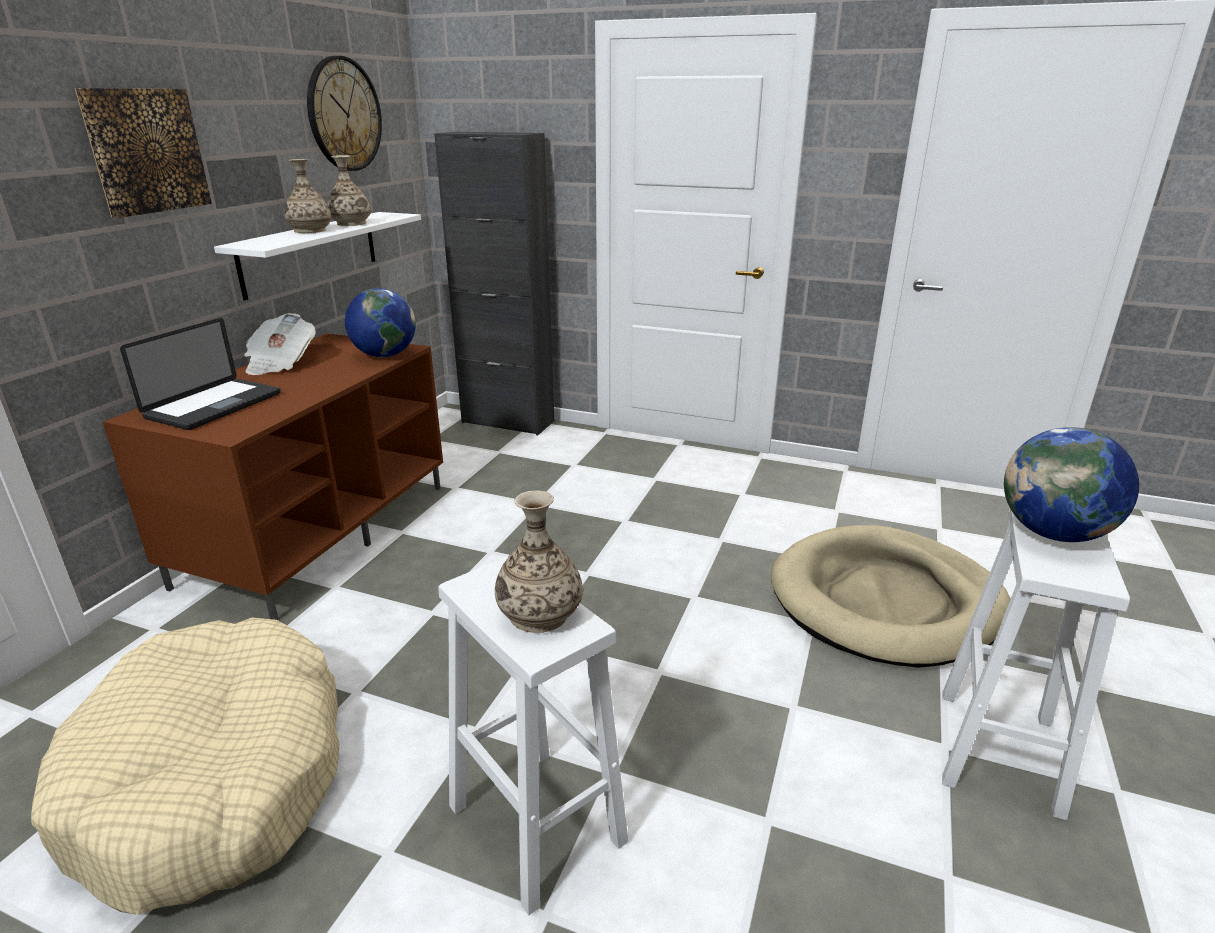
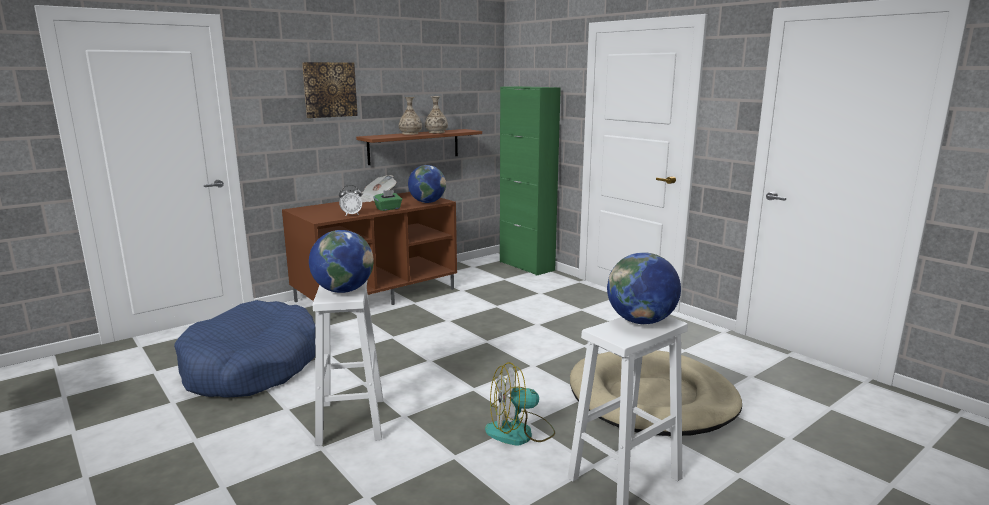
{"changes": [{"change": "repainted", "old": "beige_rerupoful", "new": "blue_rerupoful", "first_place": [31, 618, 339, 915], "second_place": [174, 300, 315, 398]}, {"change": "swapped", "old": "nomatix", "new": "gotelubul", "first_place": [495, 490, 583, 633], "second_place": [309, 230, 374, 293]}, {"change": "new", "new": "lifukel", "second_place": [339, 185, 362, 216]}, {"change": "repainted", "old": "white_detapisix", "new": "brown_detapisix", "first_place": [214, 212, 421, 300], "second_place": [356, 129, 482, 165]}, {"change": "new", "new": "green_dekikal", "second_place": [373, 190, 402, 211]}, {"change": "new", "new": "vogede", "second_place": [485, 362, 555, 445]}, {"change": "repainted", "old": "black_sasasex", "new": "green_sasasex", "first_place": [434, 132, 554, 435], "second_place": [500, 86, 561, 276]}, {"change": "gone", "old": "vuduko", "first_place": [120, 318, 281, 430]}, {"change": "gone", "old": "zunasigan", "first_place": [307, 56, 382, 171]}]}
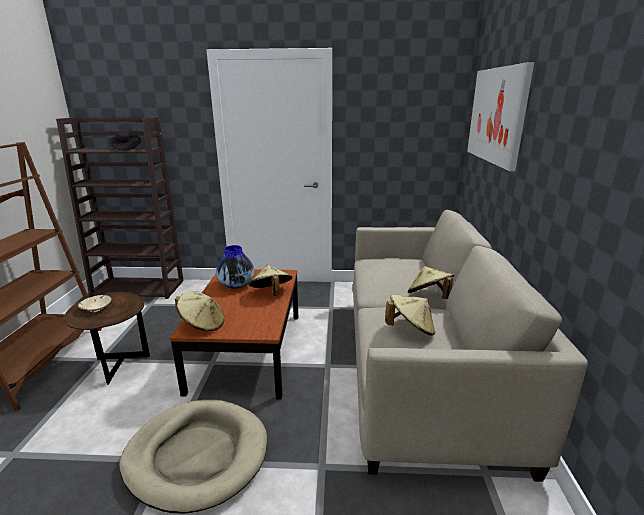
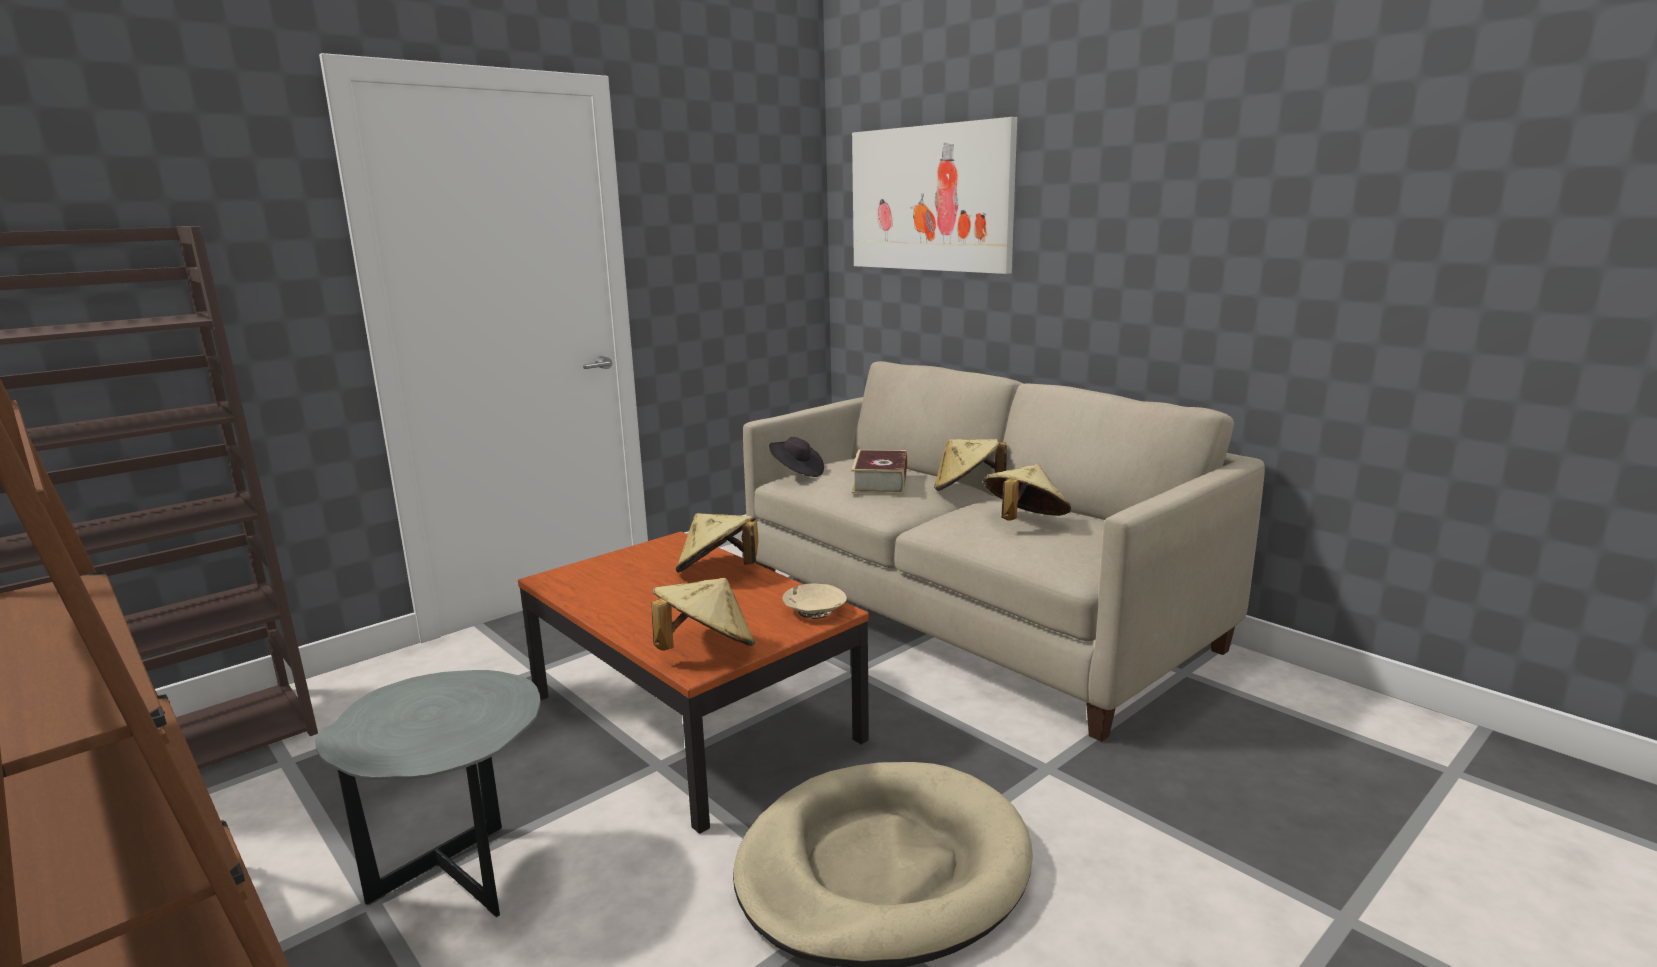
{"changes": [{"change": "repainted", "old": "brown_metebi", "new": "grey_metebi", "first_place": [63, 292, 150, 385], "second_place": [315, 670, 541, 918]}, {"change": "shifted", "old": "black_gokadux", "first_place": [110, 131, 141, 150], "second_place": [769, 437, 824, 477]}, {"change": "shifted", "old": "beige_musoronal", "first_place": [78, 295, 111, 312], "second_place": [782, 583, 847, 619]}, {"change": "new", "new": "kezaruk", "second_place": [852, 450, 907, 494]}, {"change": "gone", "old": "nomatix", "first_place": [216, 245, 255, 289]}]}
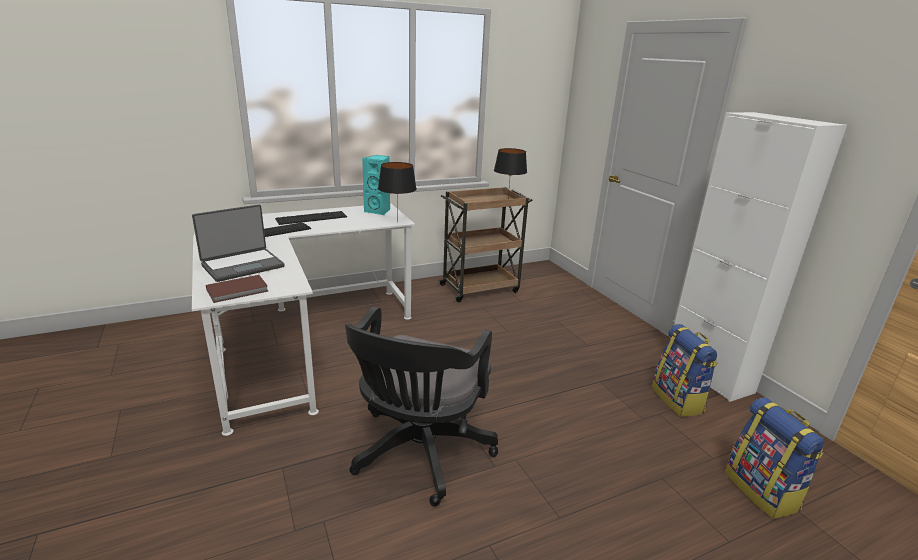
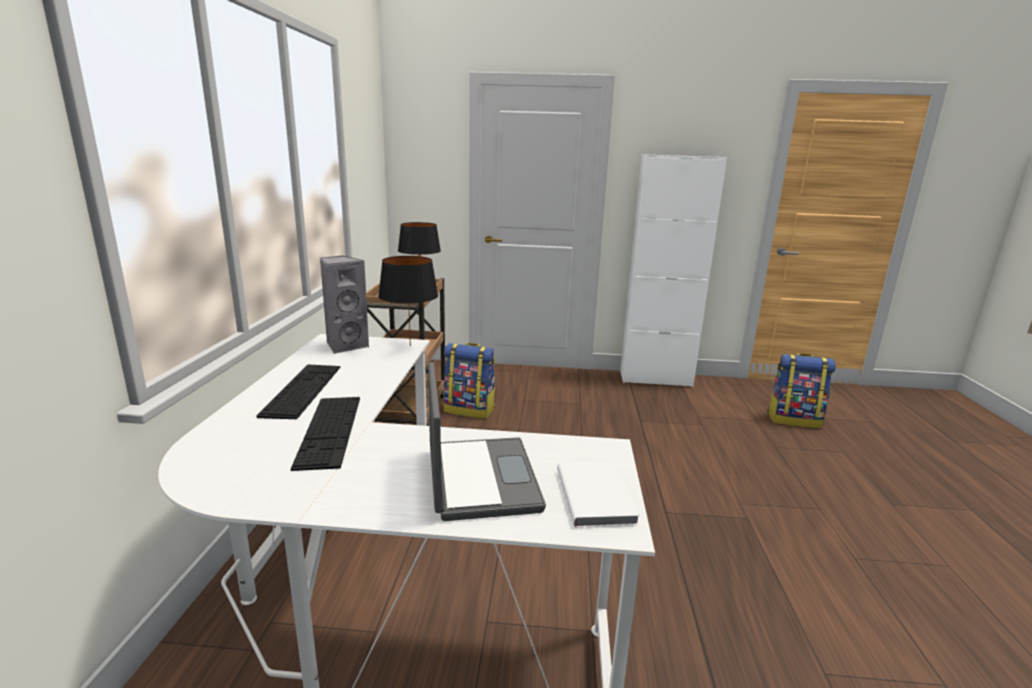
{"changes": [{"change": "repainted", "old": "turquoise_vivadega", "new": "grey_vivadega", "first_place": [362, 155, 390, 215], "second_place": [320, 255, 369, 354]}, {"change": "shifted", "old": "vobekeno", "first_place": [652, 324, 718, 417], "second_place": [443, 343, 495, 419]}, {"change": "repainted", "old": "brown_kezaruk", "new": "white_kezaruk", "first_place": [206, 275, 269, 303], "second_place": [557, 461, 640, 528]}, {"change": "gone", "old": "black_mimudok", "first_place": [345, 307, 498, 507]}]}
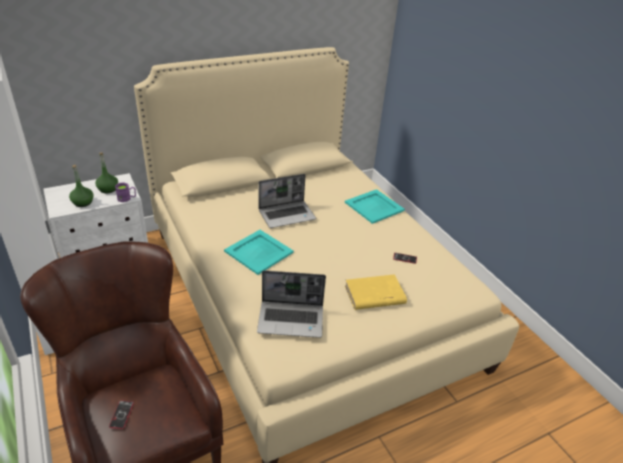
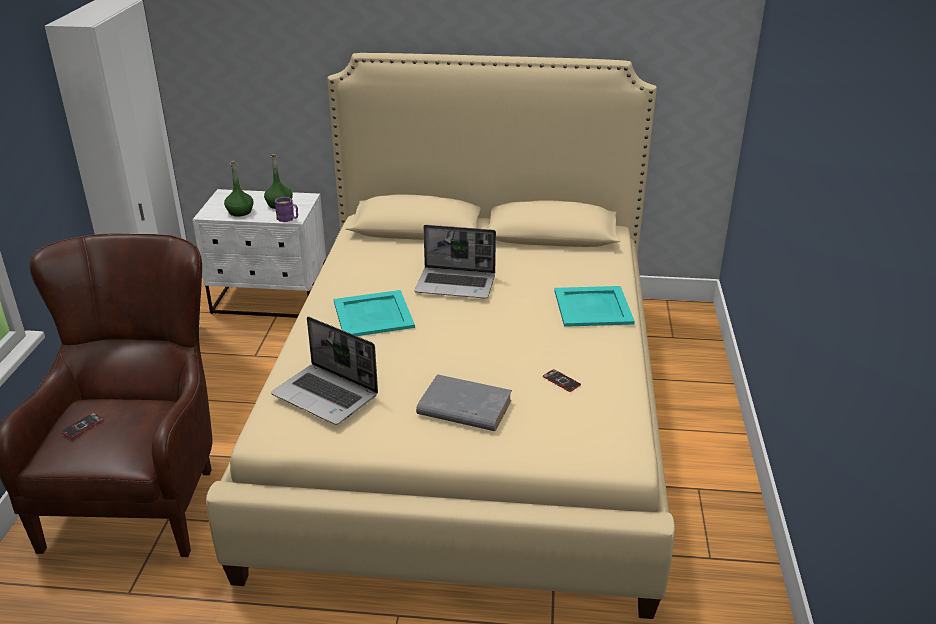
{"changes": [{"change": "repainted", "old": "yellow_kezaruk", "new": "grey_kezaruk", "first_place": [345, 274, 407, 310], "second_place": [416, 374, 512, 431]}]}
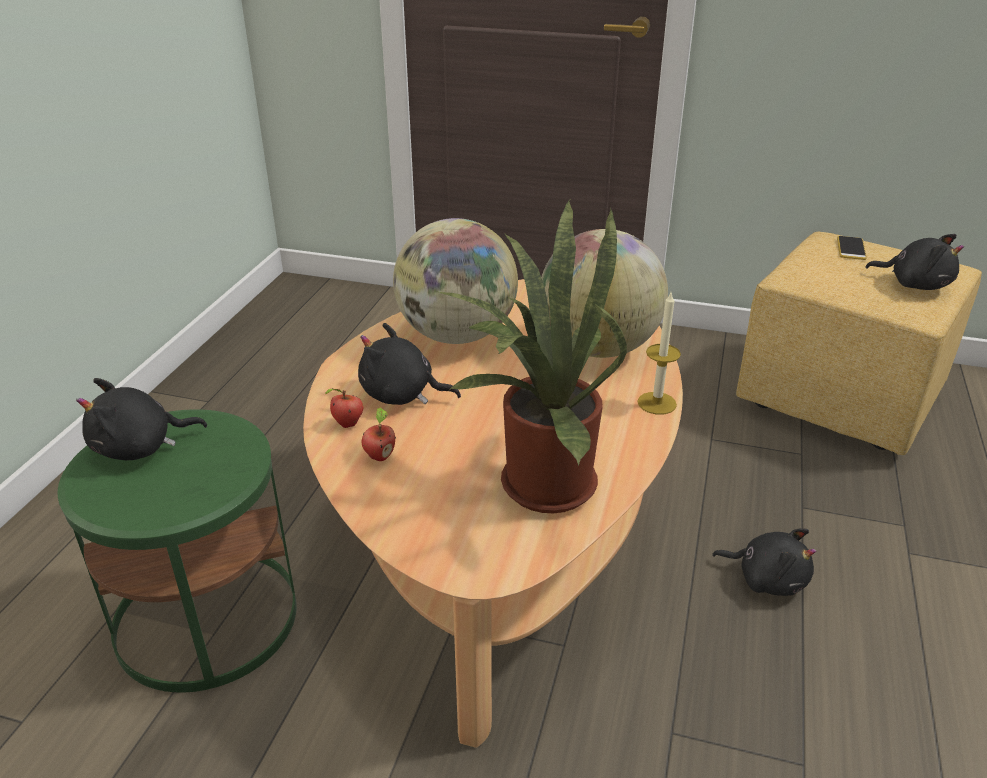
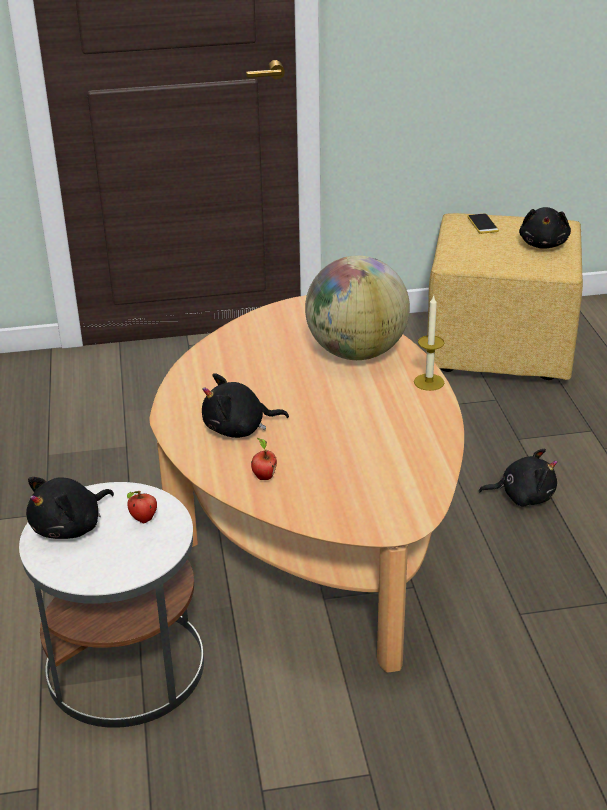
{"changes": [{"change": "repainted", "old": "green_metebi", "new": "white_metebi", "first_place": [58, 409, 297, 693], "second_place": [19, 482, 204, 728]}, {"change": "shifted", "old": "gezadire", "first_place": [325, 388, 363, 428], "second_place": [127, 491, 157, 523]}, {"change": "rotated", "old": "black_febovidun", "first_place": [865, 234, 964, 290], "second_place": [519, 207, 571, 249], "degrees": 90}, {"change": "gone", "old": "gotelubul", "first_place": [393, 218, 518, 344]}, {"change": "gone", "old": "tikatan", "first_place": [436, 200, 627, 513]}]}
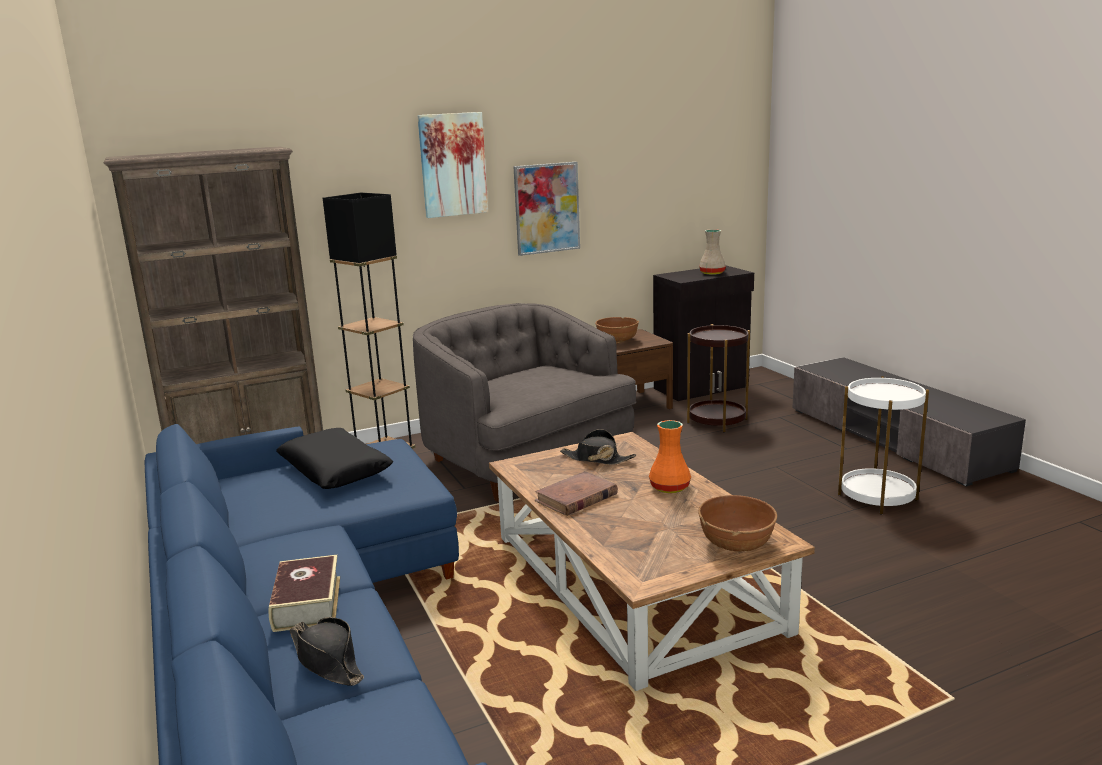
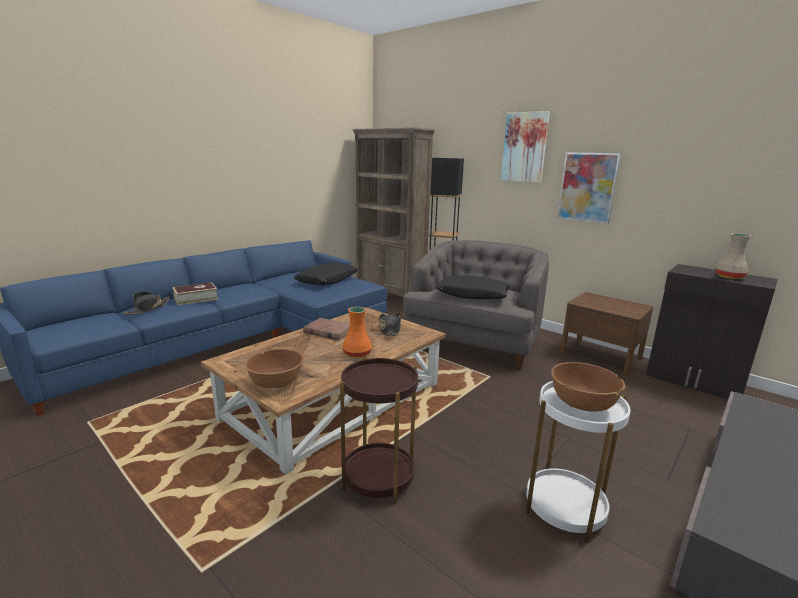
{"changes": [{"change": "shifted", "old": "brown_metebi", "first_place": [687, 324, 750, 432], "second_place": [340, 357, 418, 504]}, {"change": "new", "new": "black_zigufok", "second_place": [436, 275, 510, 299]}, {"change": "shifted", "old": "brown_musoronal", "first_place": [595, 317, 639, 344], "second_place": [551, 362, 625, 412]}]}
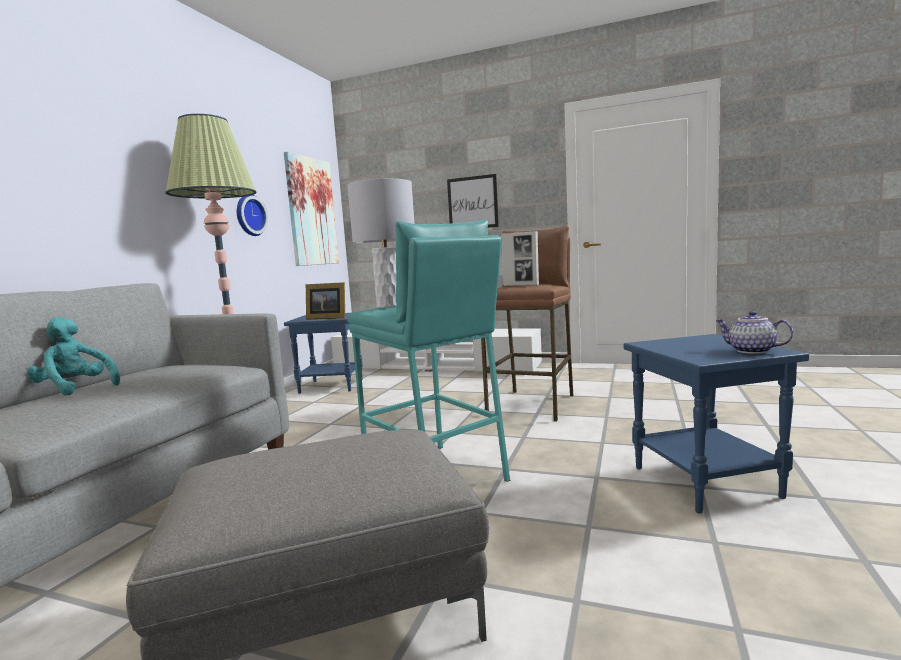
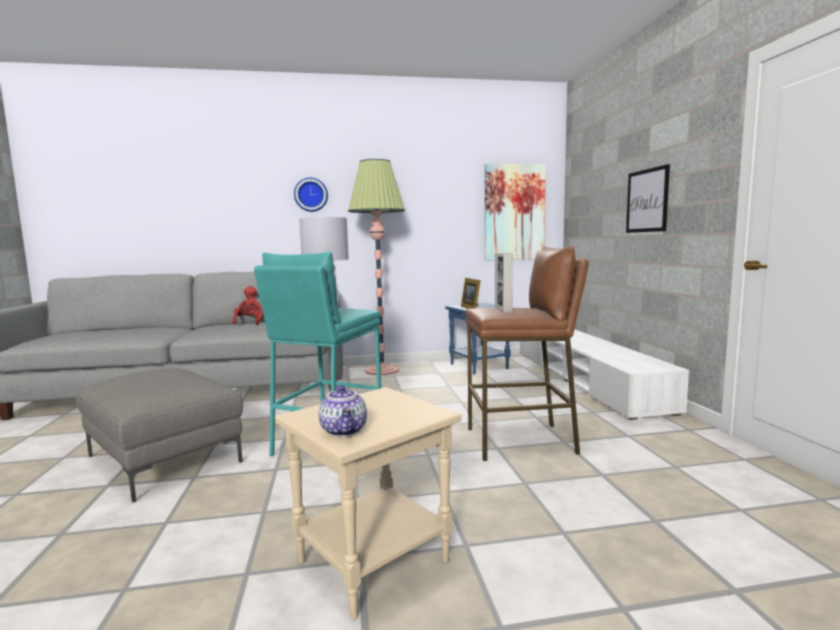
{"changes": [{"change": "repainted", "old": "turquoise_febovidun", "new": "red_febovidun", "first_place": [27, 317, 120, 395], "second_place": [232, 286, 263, 325]}, {"change": "repainted", "old": "blue_metebi", "new": "beige_metebi", "first_place": [623, 334, 809, 513], "second_place": [275, 387, 461, 620]}, {"change": "shifted", "old": "zunasigan", "first_place": [237, 195, 268, 236], "second_place": [294, 178, 328, 212]}, {"change": "rotated", "old": "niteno", "first_place": [715, 311, 793, 354], "second_place": [319, 385, 367, 437], "degrees": 150}]}
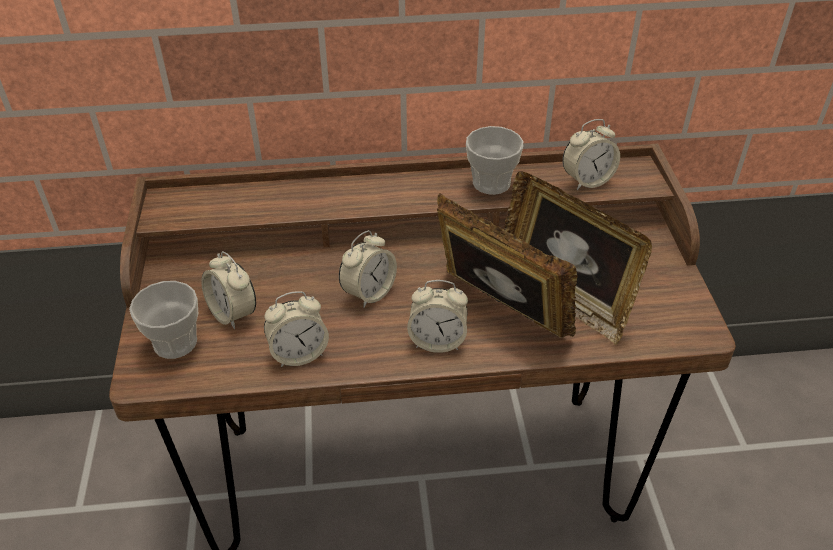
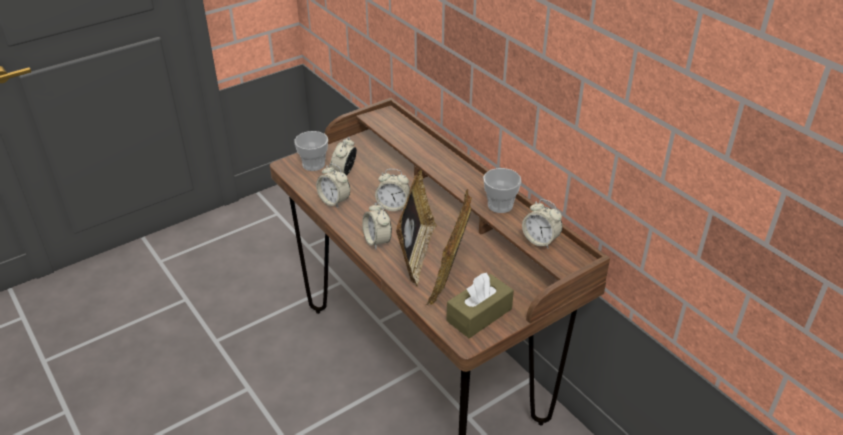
{"changes": [{"change": "new", "new": "brown_dekikal", "second_place": [446, 273, 514, 338]}]}
